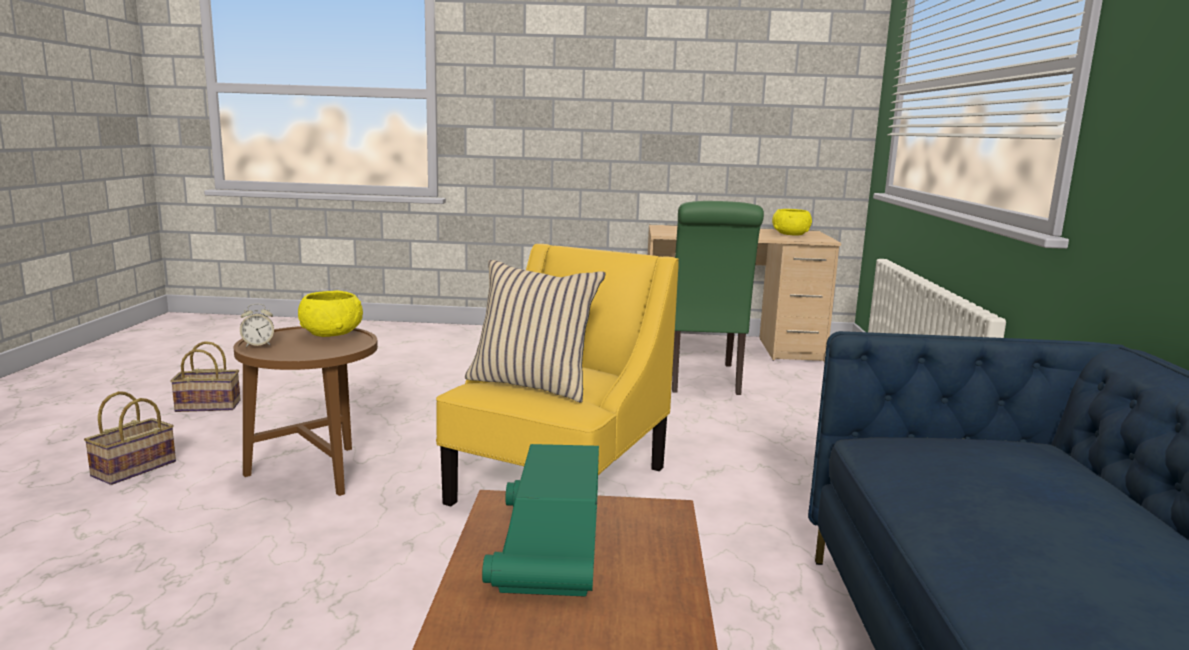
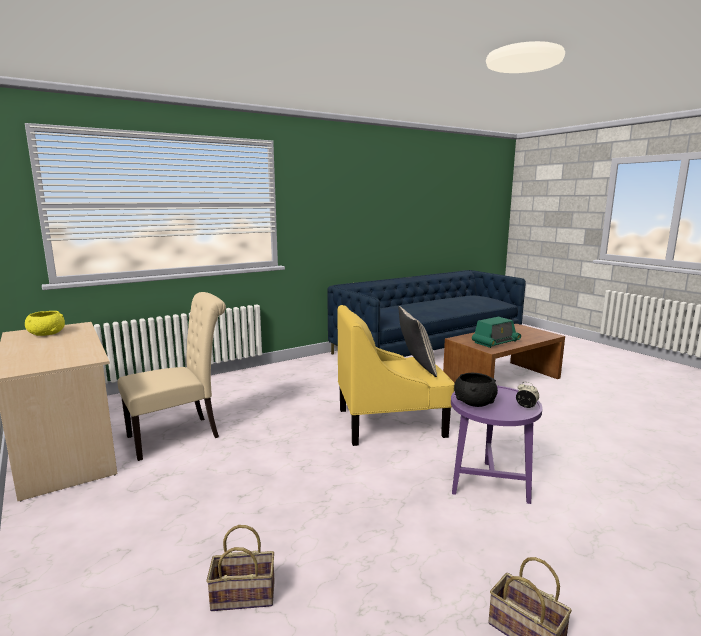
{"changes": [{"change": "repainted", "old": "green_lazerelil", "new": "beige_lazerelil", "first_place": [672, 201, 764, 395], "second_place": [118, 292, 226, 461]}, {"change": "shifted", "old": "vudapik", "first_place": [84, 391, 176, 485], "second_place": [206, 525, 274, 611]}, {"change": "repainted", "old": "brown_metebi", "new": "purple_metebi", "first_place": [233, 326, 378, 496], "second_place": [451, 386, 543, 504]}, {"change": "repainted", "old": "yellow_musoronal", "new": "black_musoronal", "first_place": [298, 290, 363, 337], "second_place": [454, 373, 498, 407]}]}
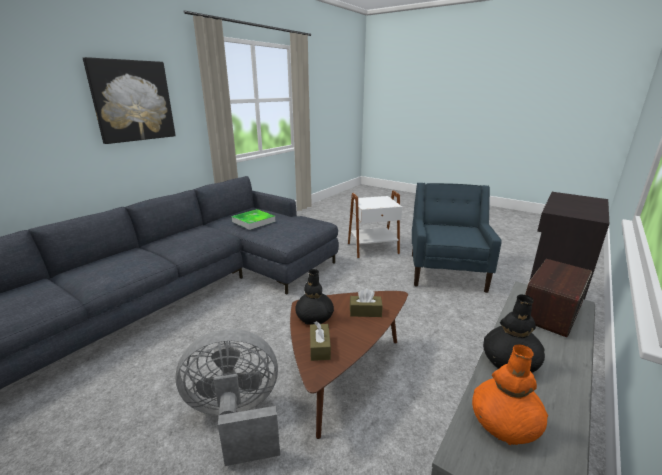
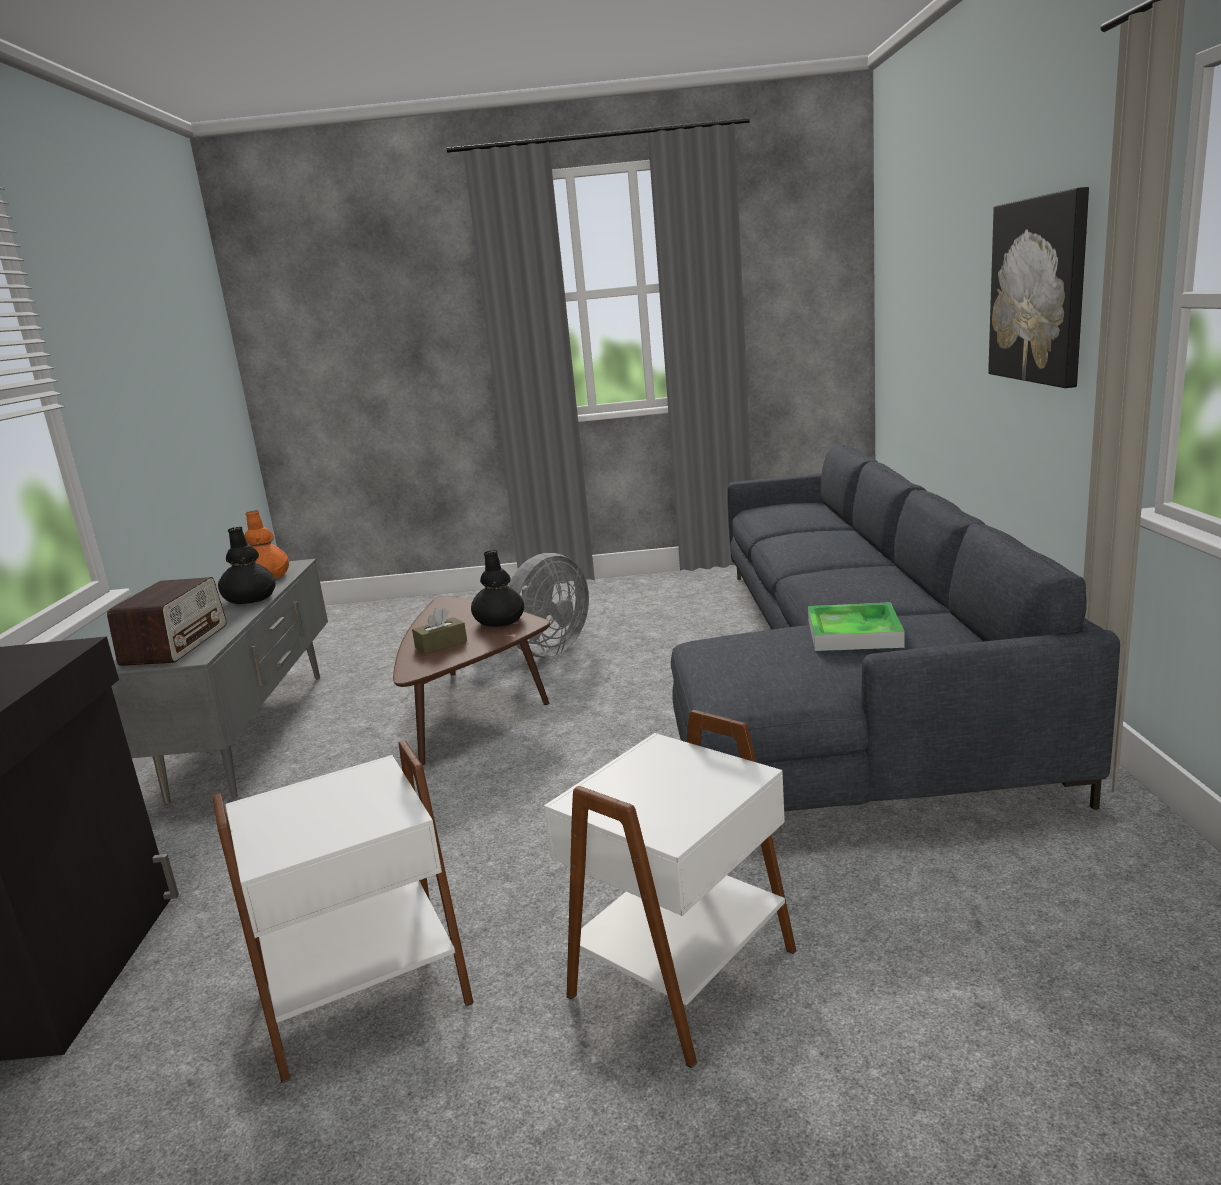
{"changes": [{"change": "swapped", "old": "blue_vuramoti", "new": "white_metebi", "first_place": [412, 183, 502, 293], "second_place": [213, 741, 474, 1083]}, {"change": "gone", "old": "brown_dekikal", "first_place": [310, 322, 331, 361]}]}
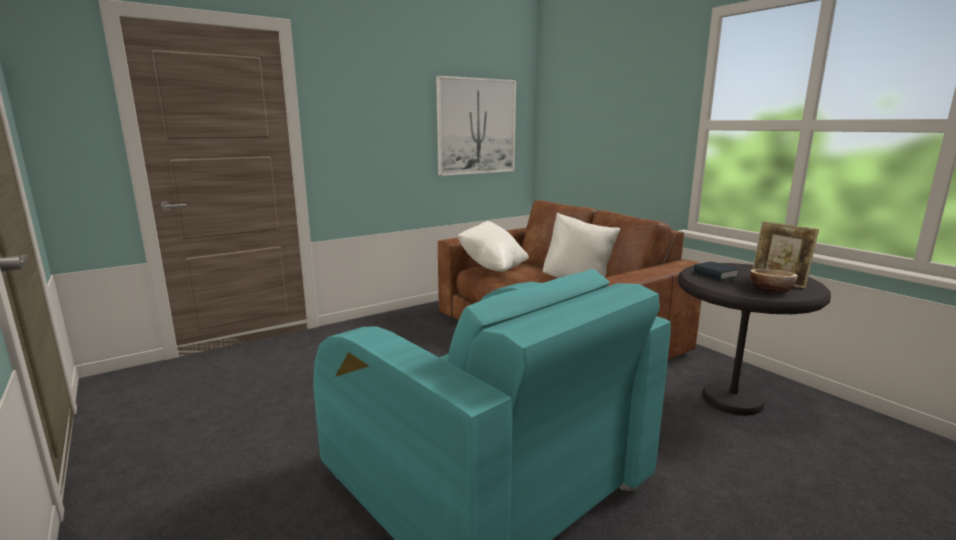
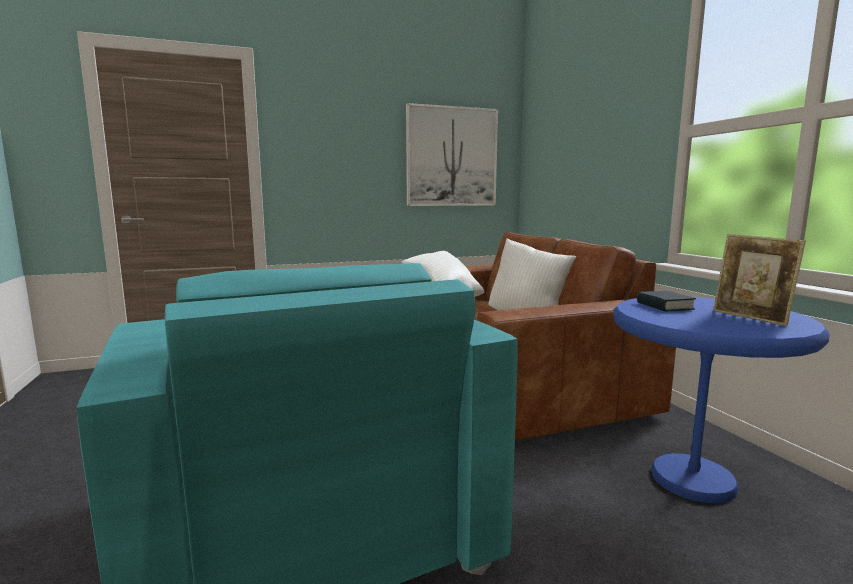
{"changes": [{"change": "repainted", "old": "black_metebi", "new": "blue_metebi", "first_place": [678, 263, 831, 415], "second_place": [613, 297, 830, 503]}, {"change": "gone", "old": "musoronal", "first_place": [750, 269, 798, 293]}]}
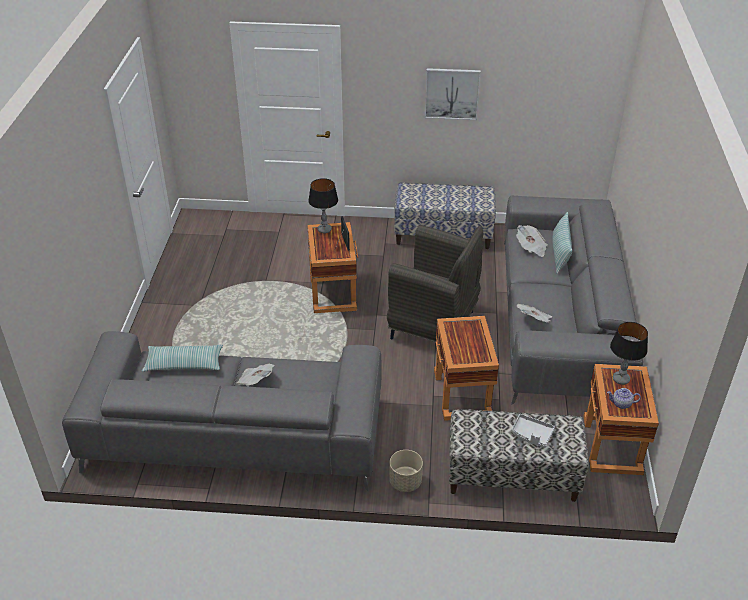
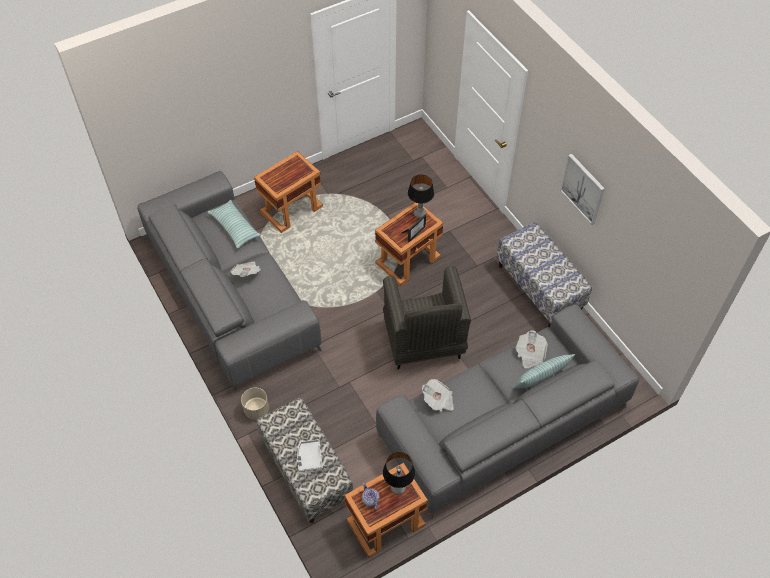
{"changes": [{"change": "shifted", "old": "orange_metebi", "first_place": [434, 316, 499, 421], "second_place": [254, 151, 323, 233]}]}
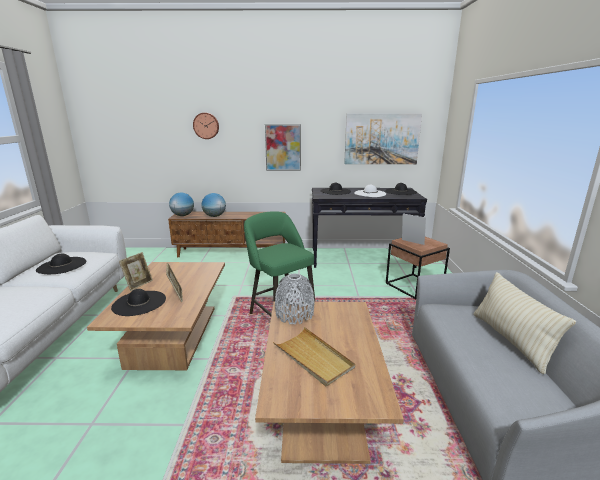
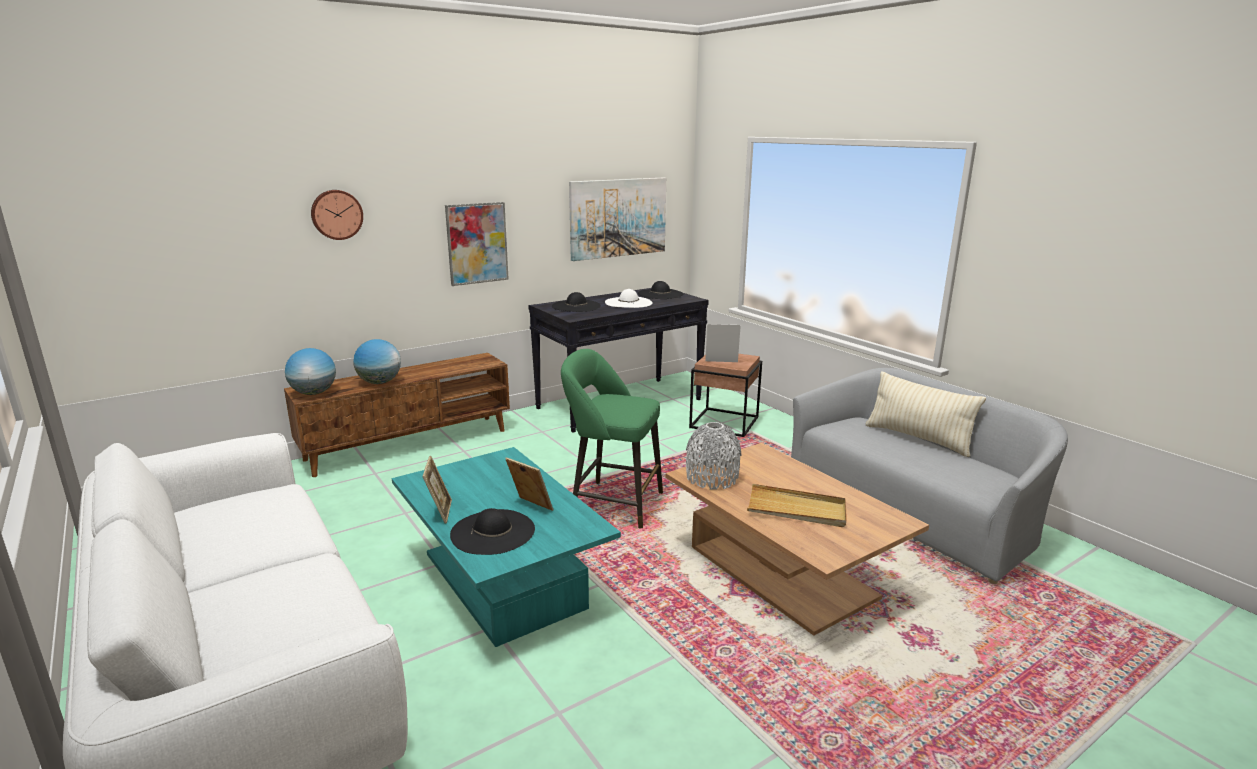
{"changes": [{"change": "repainted", "old": "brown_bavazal", "new": "turquoise_bavazal", "first_place": [87, 262, 225, 370], "second_place": [392, 447, 621, 647]}, {"change": "gone", "old": "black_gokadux", "first_place": [36, 254, 86, 274]}]}
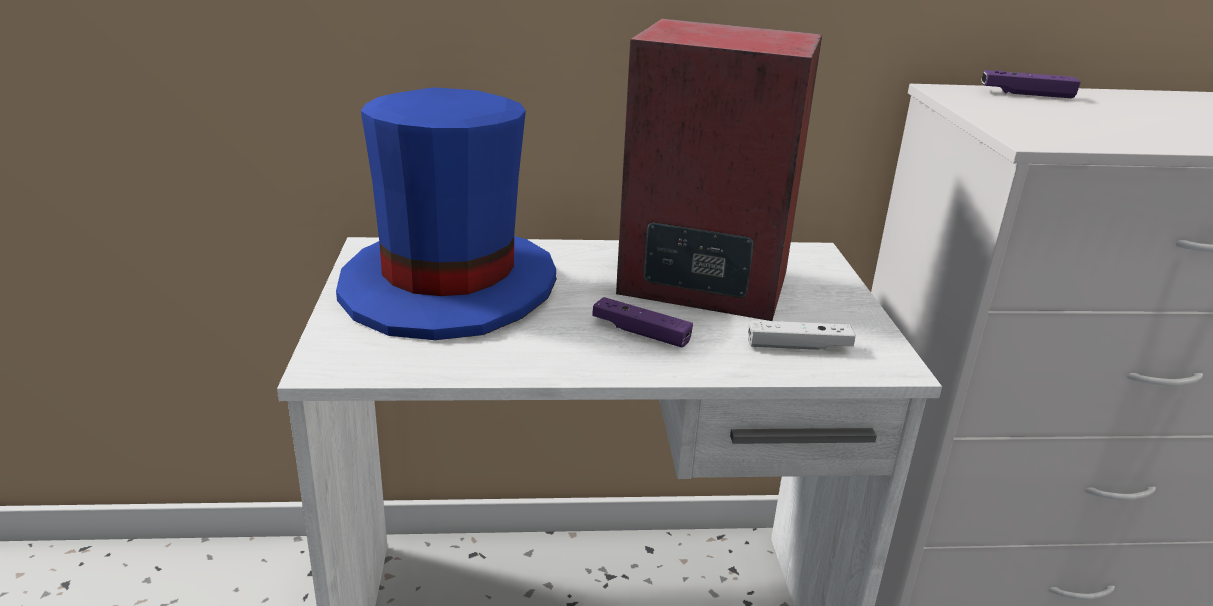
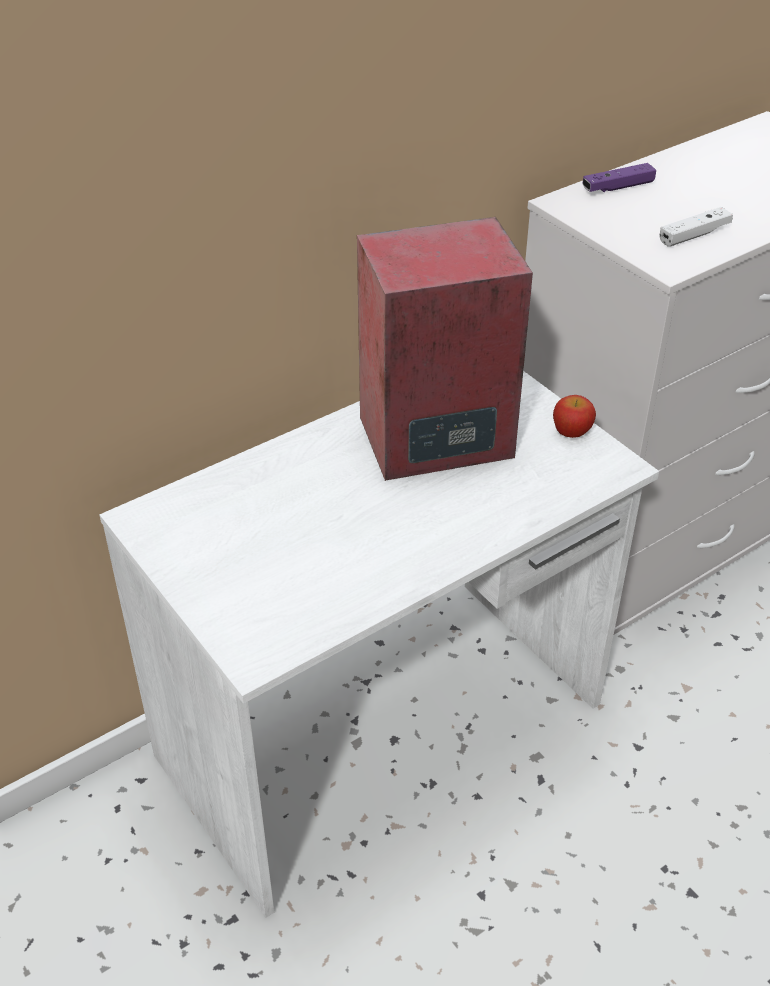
{"changes": [{"change": "new", "new": "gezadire", "second_place": [553, 395, 596, 438]}, {"change": "shifted", "old": "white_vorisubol", "first_place": [748, 320, 856, 350], "second_place": [659, 207, 733, 247]}, {"change": "gone", "old": "blue_gokadux", "first_place": [336, 87, 557, 340]}, {"change": "gone", "old": "purple_vorisubol", "first_place": [592, 297, 693, 347]}]}
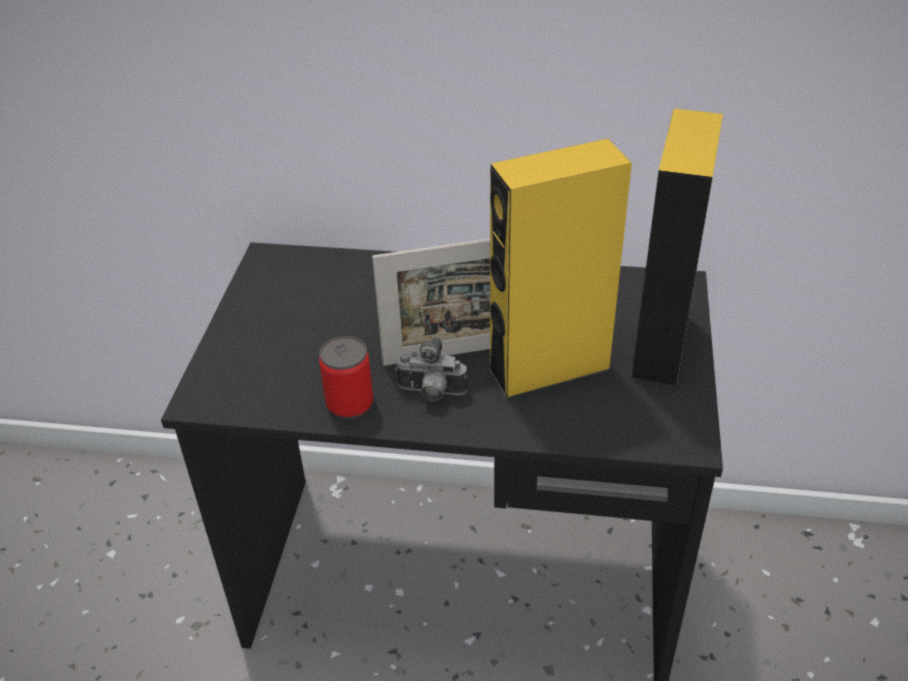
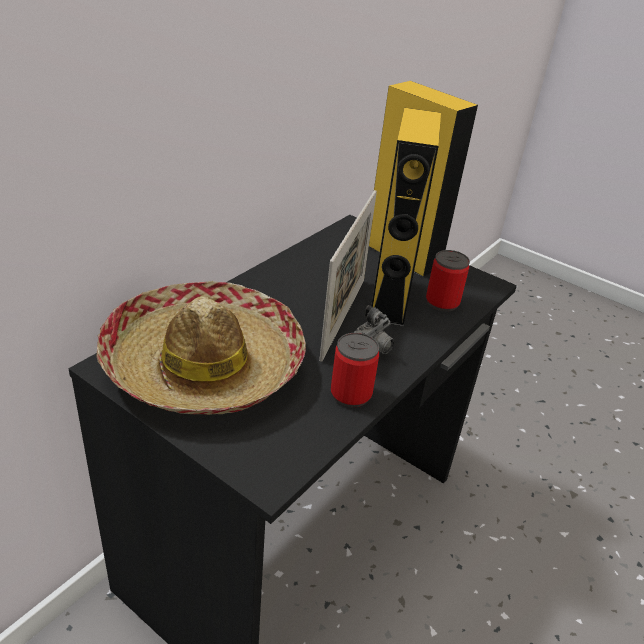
{"changes": [{"change": "new", "new": "gokadux", "second_place": [96, 281, 306, 415]}, {"change": "new", "new": "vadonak", "second_place": [426, 250, 470, 312]}]}
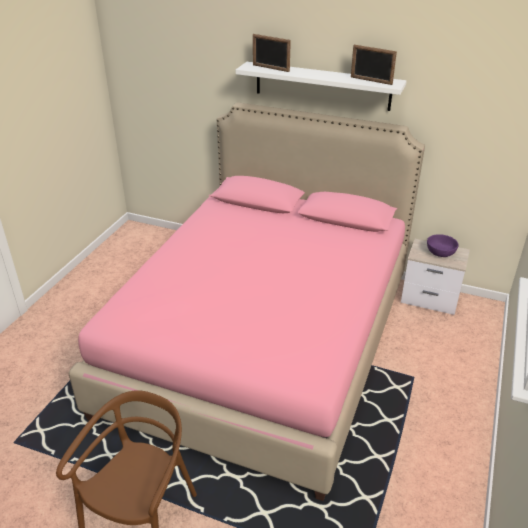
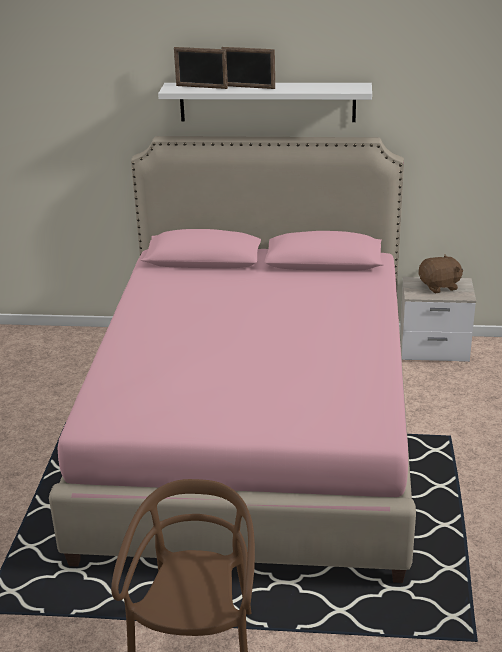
{"changes": [{"change": "shifted", "old": "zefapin", "first_place": [351, 45, 397, 85], "second_place": [221, 47, 275, 89]}, {"change": "swapped", "old": "purple_musoronal", "new": "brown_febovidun", "first_place": [427, 234, 459, 257], "second_place": [418, 255, 463, 293]}]}
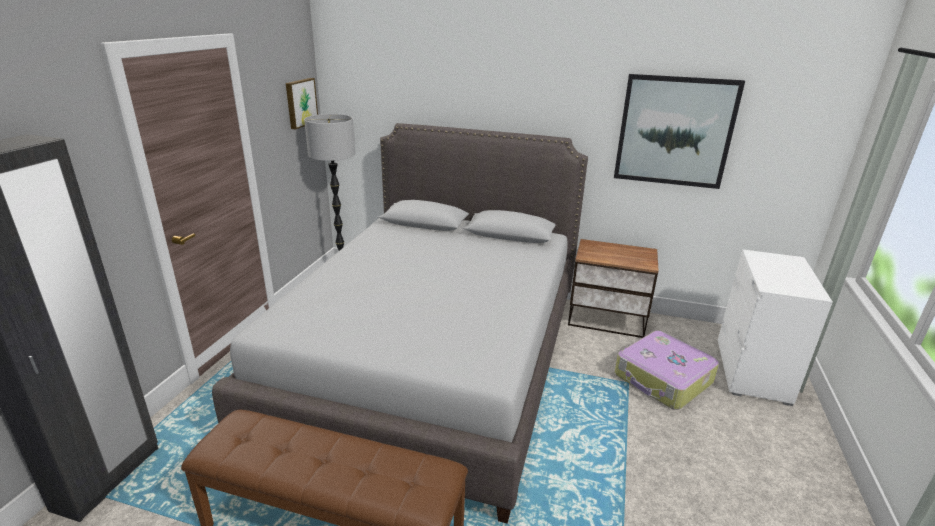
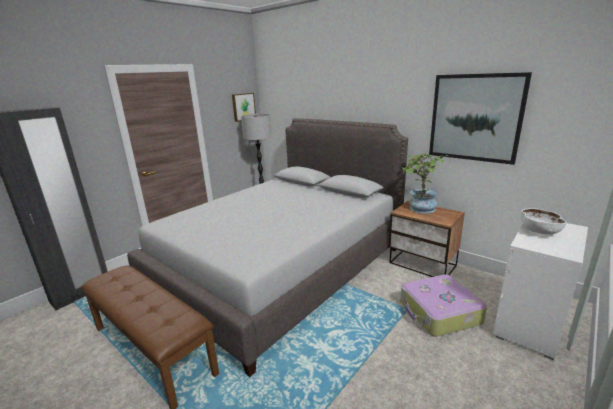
{"changes": [{"change": "new", "new": "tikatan", "second_place": [402, 154, 449, 213]}, {"change": "new", "new": "white_musoronal", "second_place": [521, 208, 566, 234]}]}
